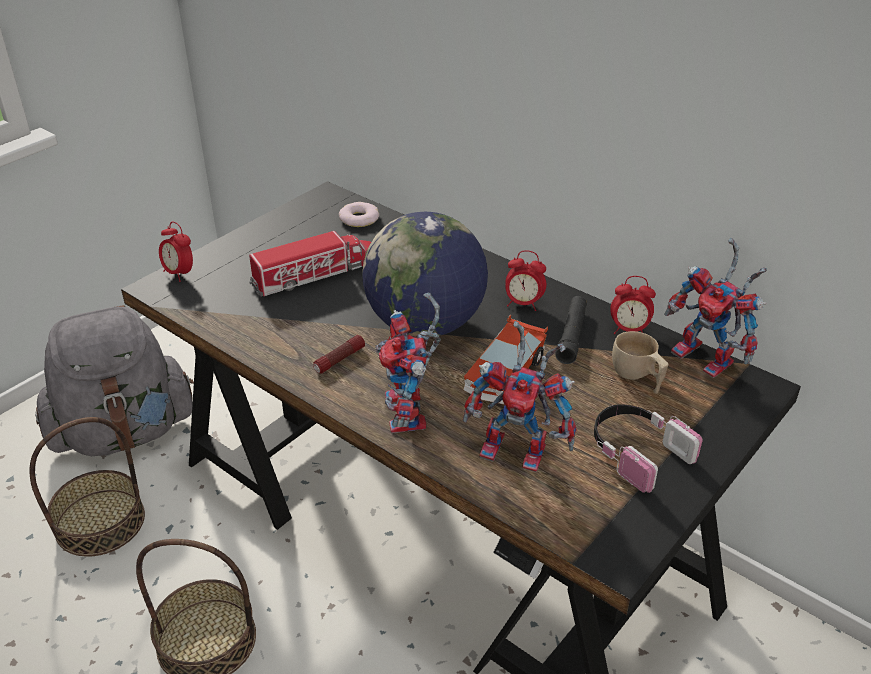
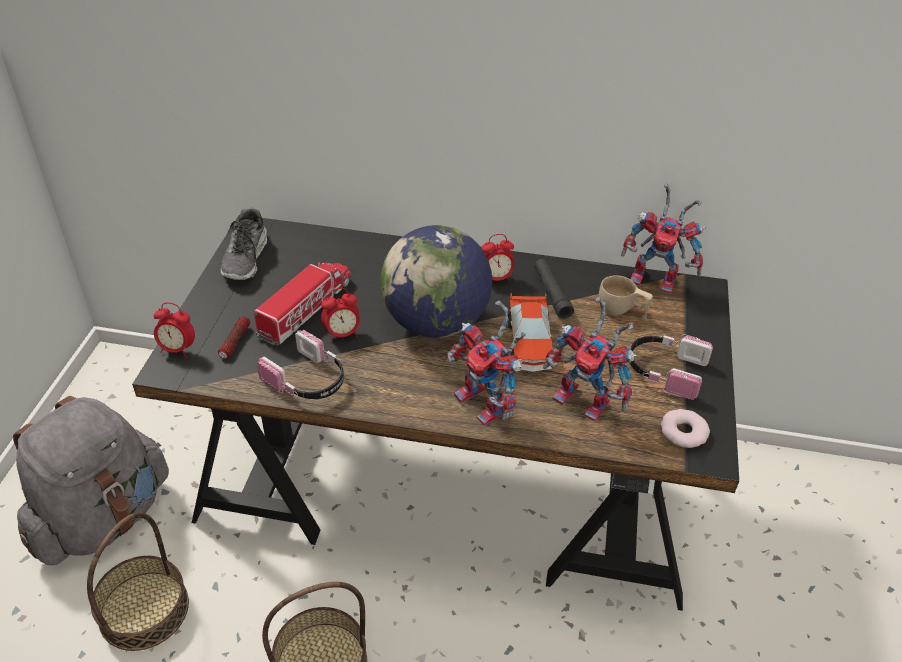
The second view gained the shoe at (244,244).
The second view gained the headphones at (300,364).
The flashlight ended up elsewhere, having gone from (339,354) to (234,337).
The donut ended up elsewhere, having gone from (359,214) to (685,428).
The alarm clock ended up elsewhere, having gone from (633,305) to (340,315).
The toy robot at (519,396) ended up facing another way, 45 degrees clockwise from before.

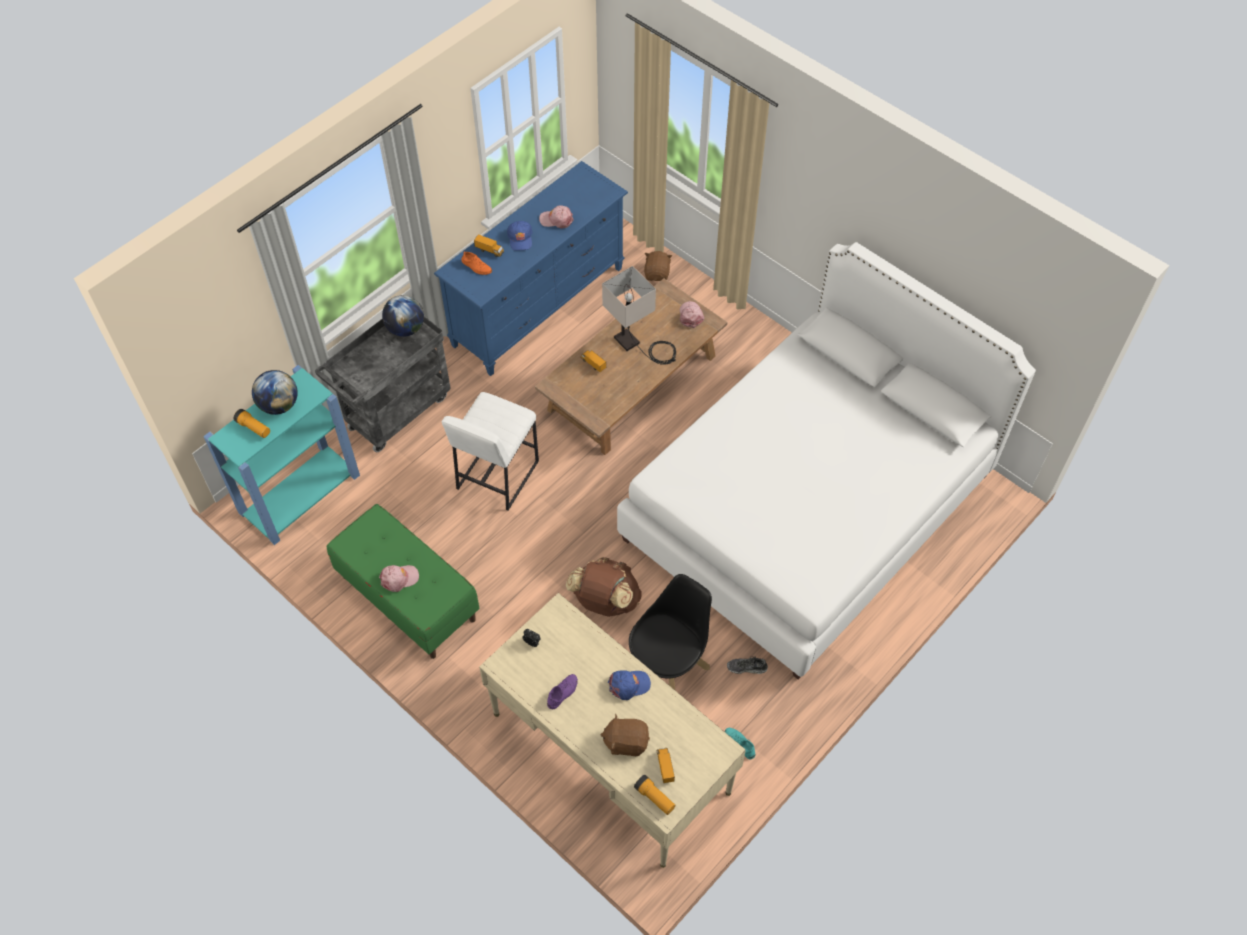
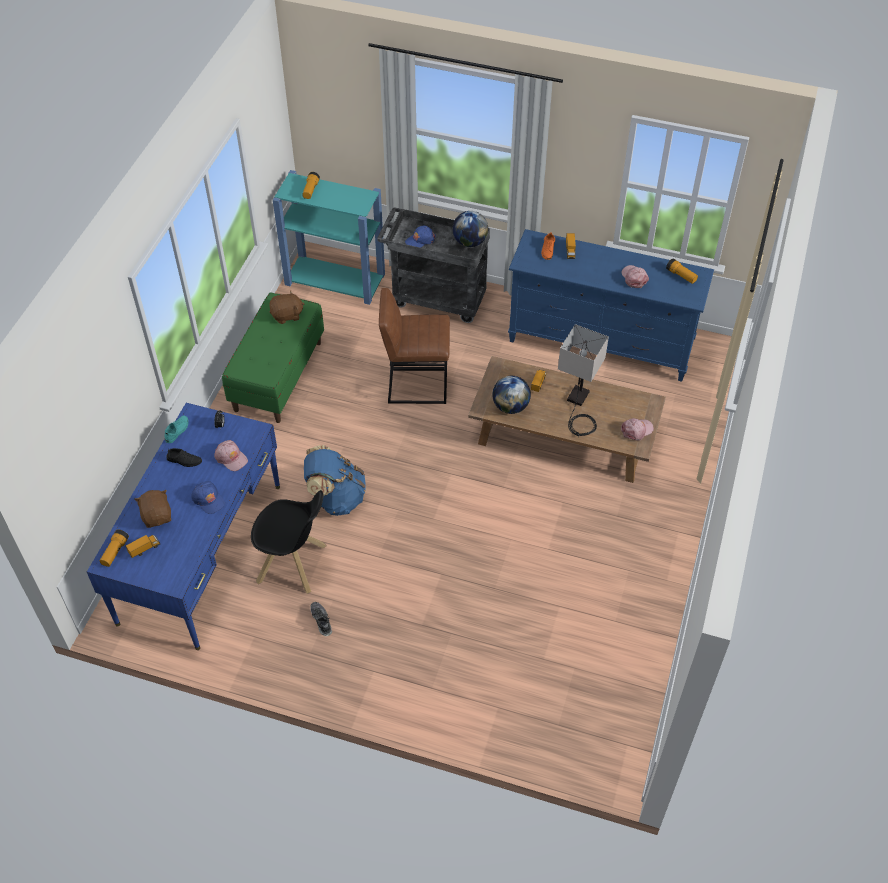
The second view lost the white bed at (826,461).
The second view gained the flashlight at (682,271).
The globe ended up elsewhere, having gone from (275,392) to (511,395).
The pink cap ended up elsewhere, having gone from (399,578) to (231,455).
The blue cap ended up elsewhere, having gone from (520,236) to (420,236).
The brown plush toy ended up elsewhere, having gone from (658,266) to (287,307).
The turquoise shoe ended up elsewhere, having gone from (740,743) to (177,429).
What was the white chair at (490,451) turned into the brown chair at (414,346).
What was the beige desk at (612,730) turned into the blue desk at (183,526).
What was the purple shoe at (562,691) turned into the black shoe at (184,457).
What was the brown backpack at (603,587) turned into the blue backpack at (335,480).

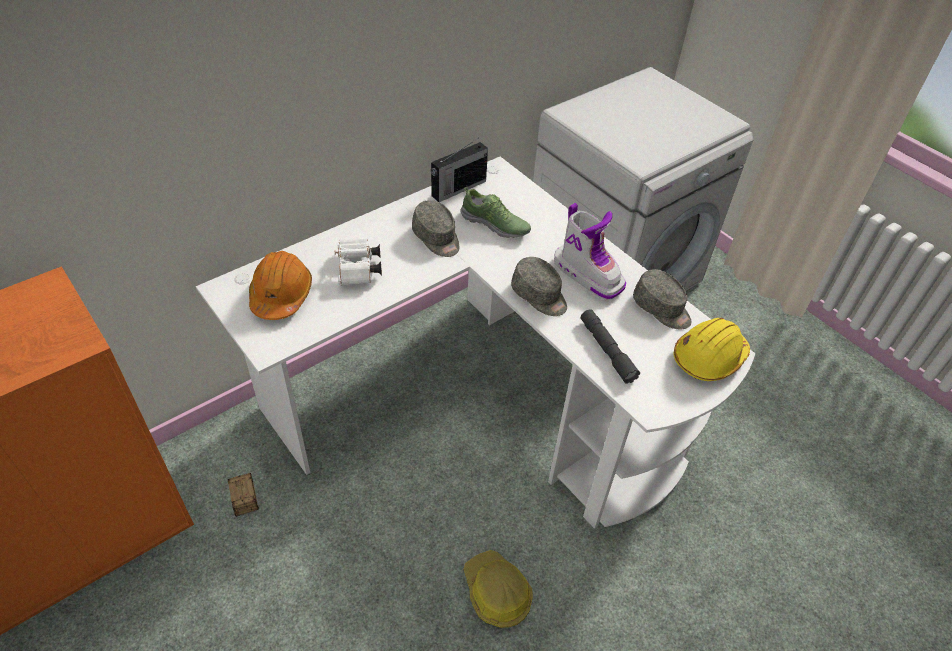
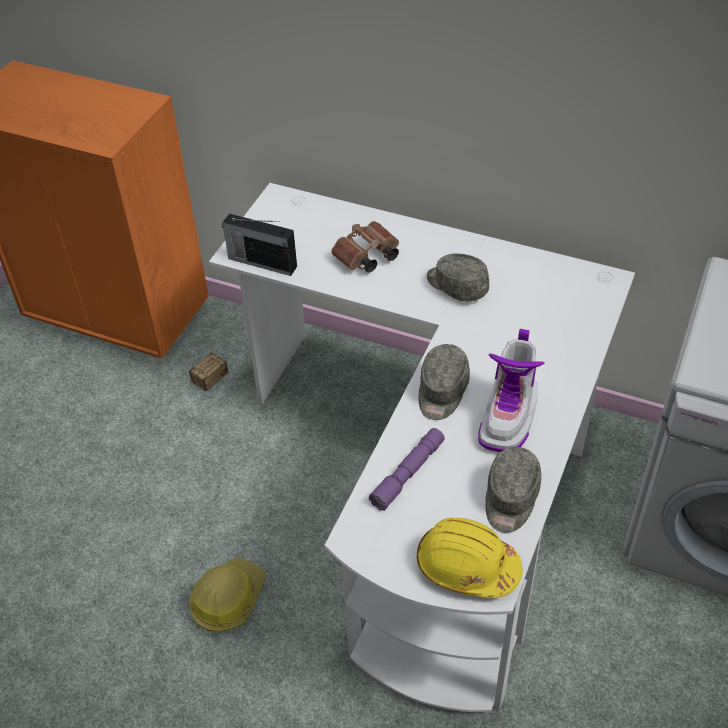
The second view lost the orange hard hat at (280,285).
The second view lost the shoe at (496,212).
The radio ended up elsewhere, having gone from (459,170) to (259,245).
What was the white binoculars at (358,262) turned into the brown binoculars at (365,247).
What was the grey flashlight at (610,346) turned into the purple flashlight at (407,469).
The grey cap at (436,228) ended up facing another way, 105 degrees clockwise from before.

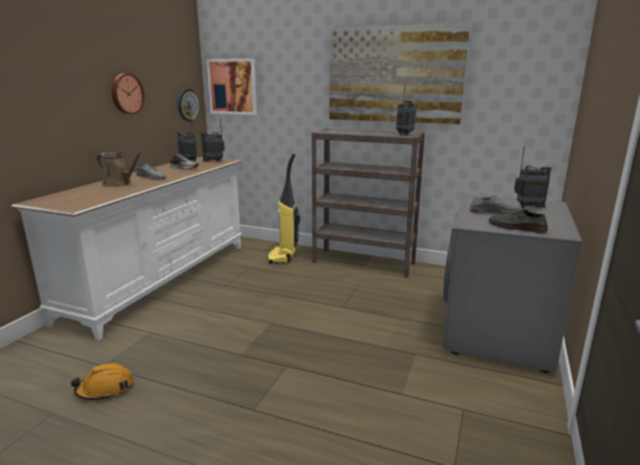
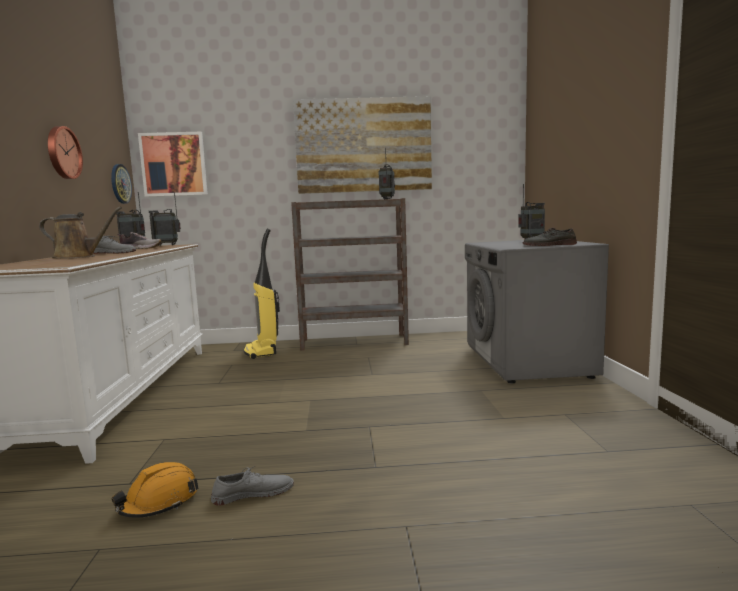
The grey shoe ended up elsewhere, having gone from (495,204) to (252,486).

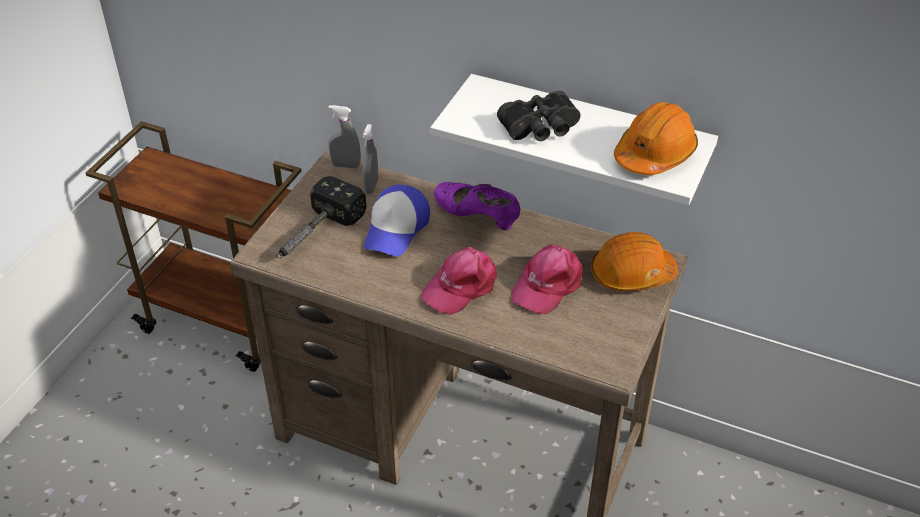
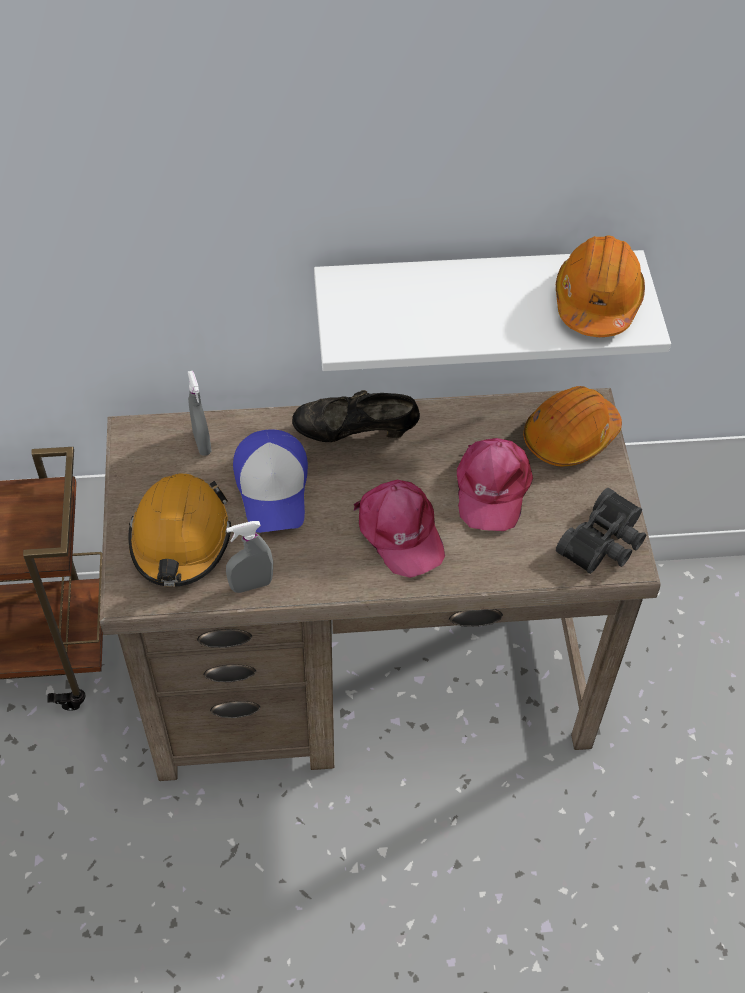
The grey spray bottle ended up elsewhere, having gone from (344,136) to (249,557).
The black binoculars ended up elsewhere, having gone from (538,116) to (601,531).
Where the hammer stood at (321,217), the orange hard hat came to stand at (179,530).
What was the purple shoe at (477,206) turned into the black shoe at (356,416).
The pink cap at (459,280) ended up facing another way, 45 degrees counterclockwise from before.

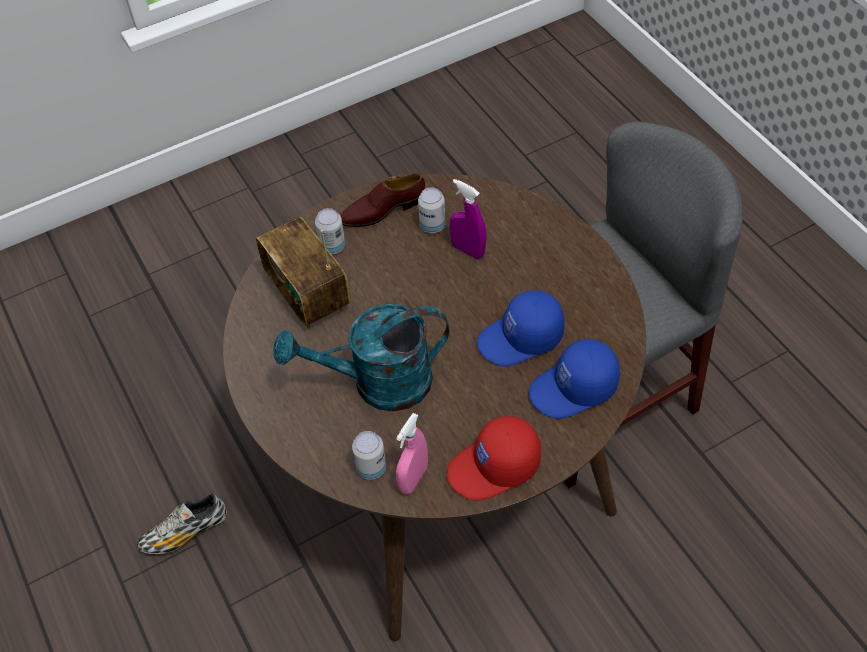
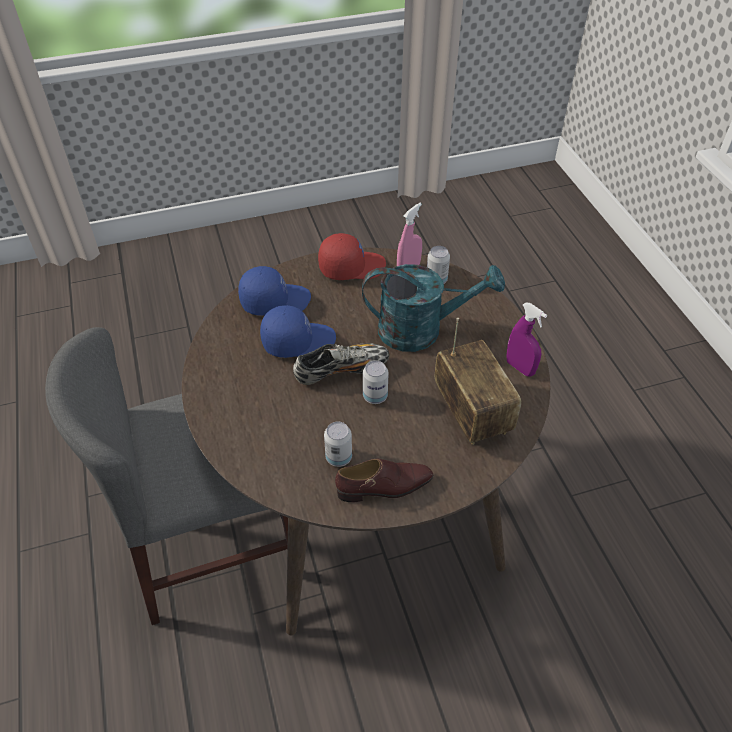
The shoe ended up elsewhere, having gone from (182,523) to (341,364).
The can ended up elsewhere, having gone from (330,231) to (376,382).
The purple spray bottle ended up elsewhere, having gone from (468,219) to (526,339).

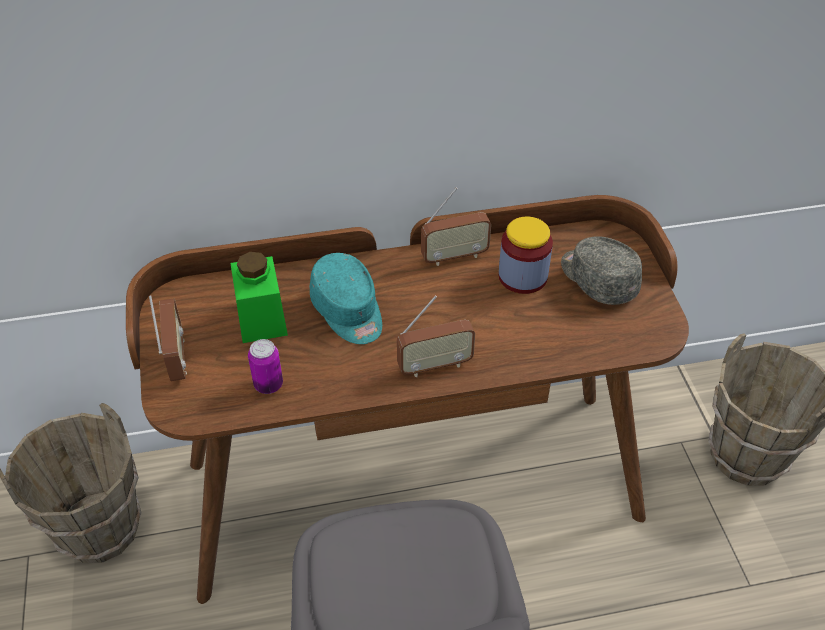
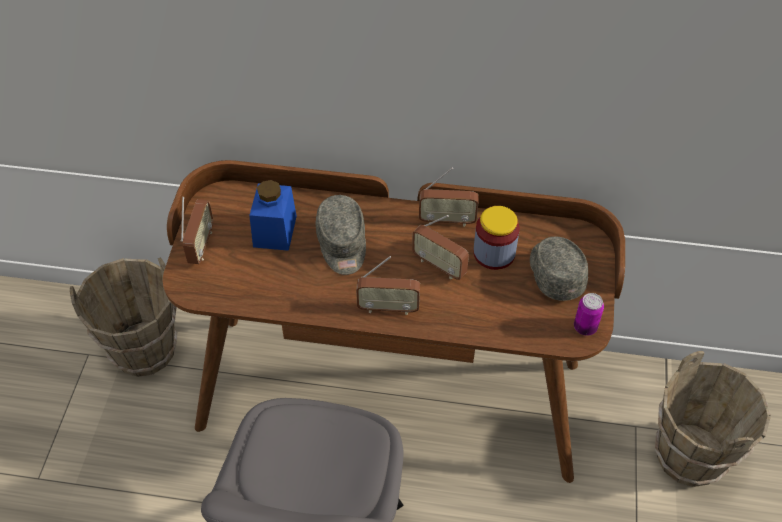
The second view gained the radio at (440,247).
The can ended up elsewhere, having gone from (265,366) to (589,314).
What was the green jar at (259,297) turned into the blue jar at (273,215).
What was the turquoise cap at (346,298) turned into the grey cap at (341,235).

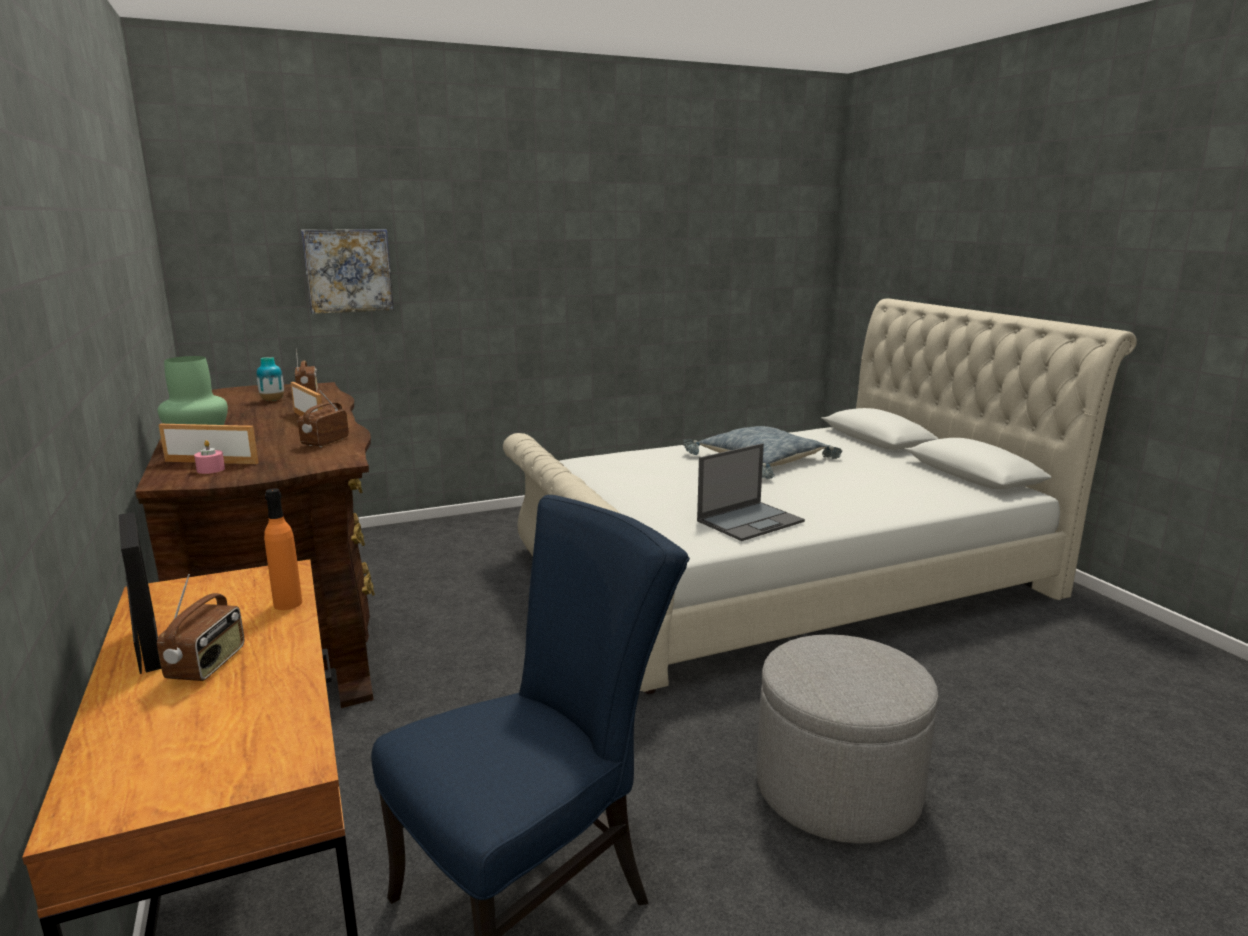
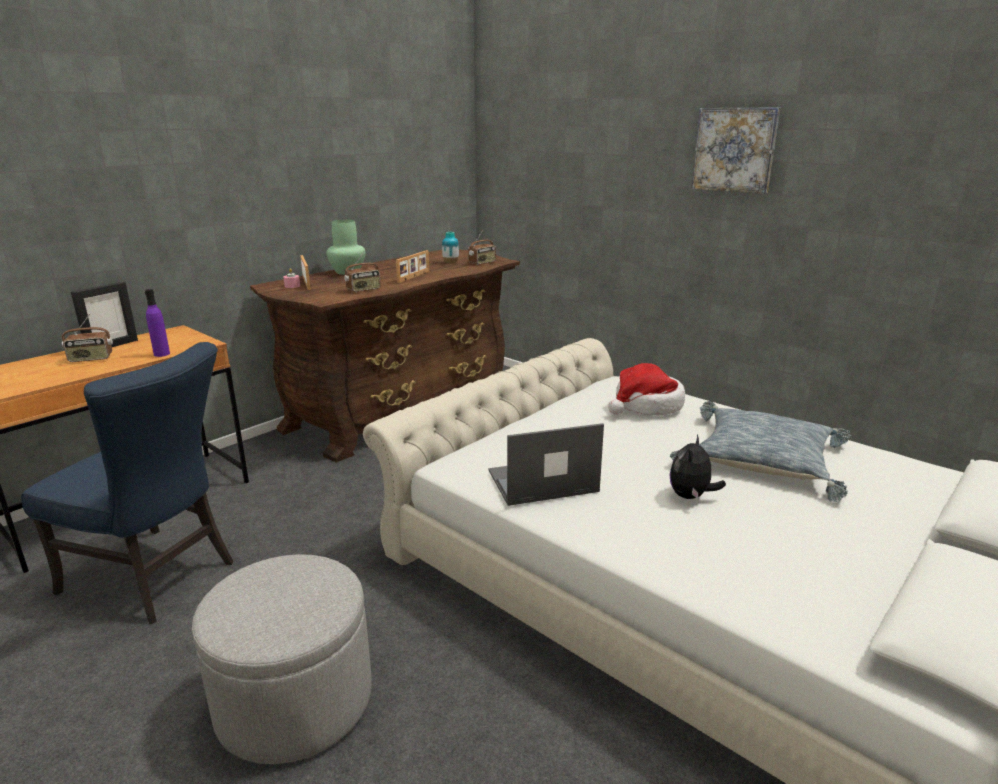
The second view gained the hat at (646,389).
The second view gained the plush toy at (698,466).
The picture ended up elsewhere, having gone from (347,271) to (736,150).
What was the orange bottle at (283,549) turned into the purple bottle at (157,323).
The radio at (323,418) ended up facing another way, 150 degrees clockwise from before.
The laptop at (751,492) ended up facing another way, 135 degrees clockwise from before.

